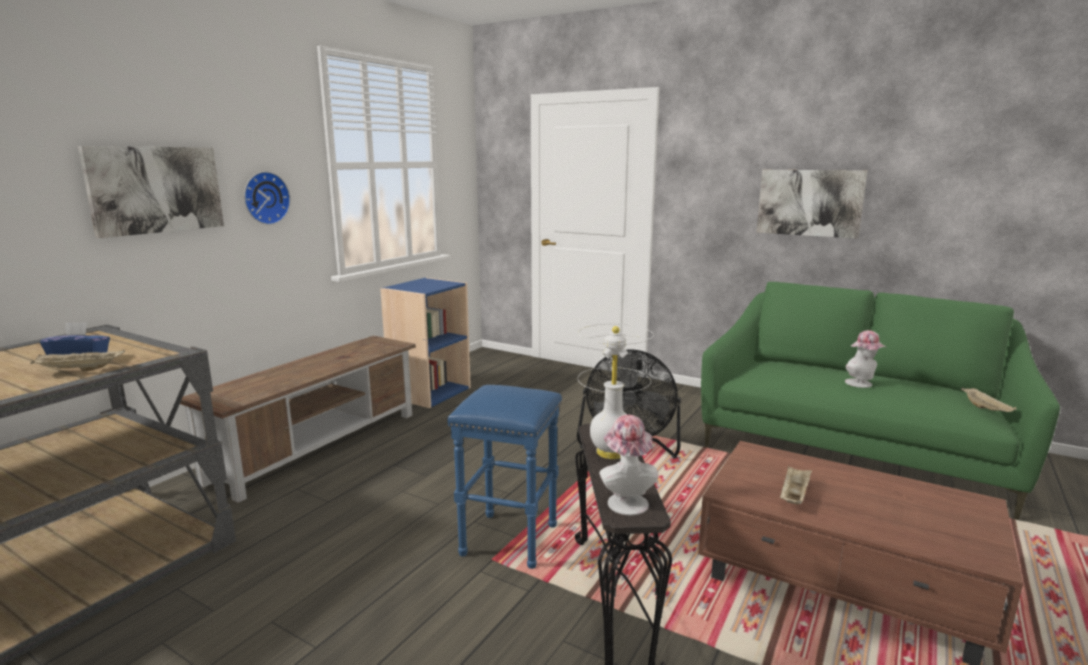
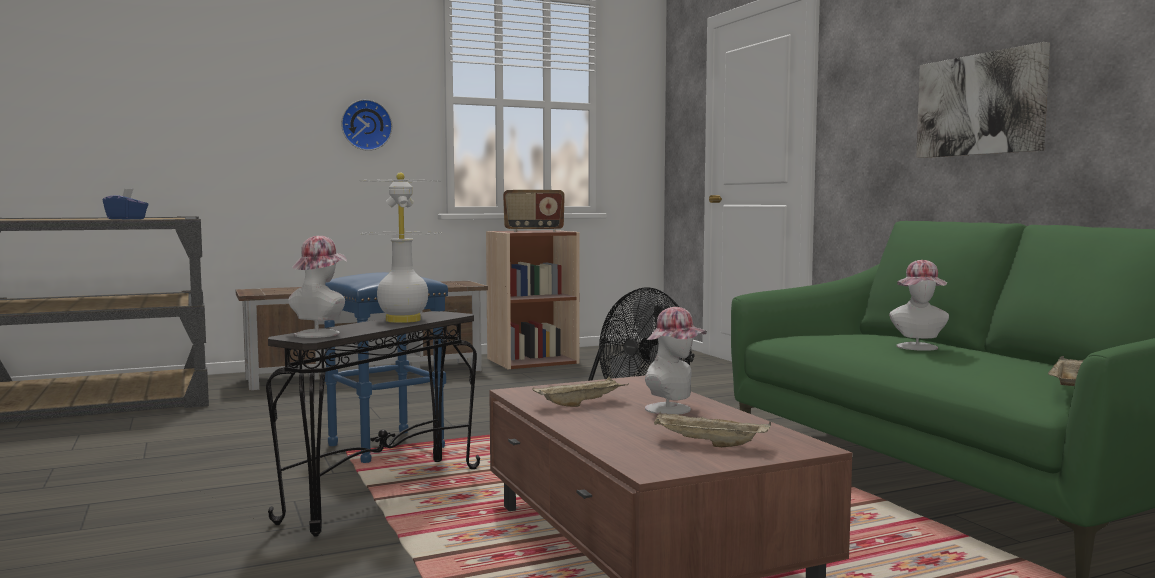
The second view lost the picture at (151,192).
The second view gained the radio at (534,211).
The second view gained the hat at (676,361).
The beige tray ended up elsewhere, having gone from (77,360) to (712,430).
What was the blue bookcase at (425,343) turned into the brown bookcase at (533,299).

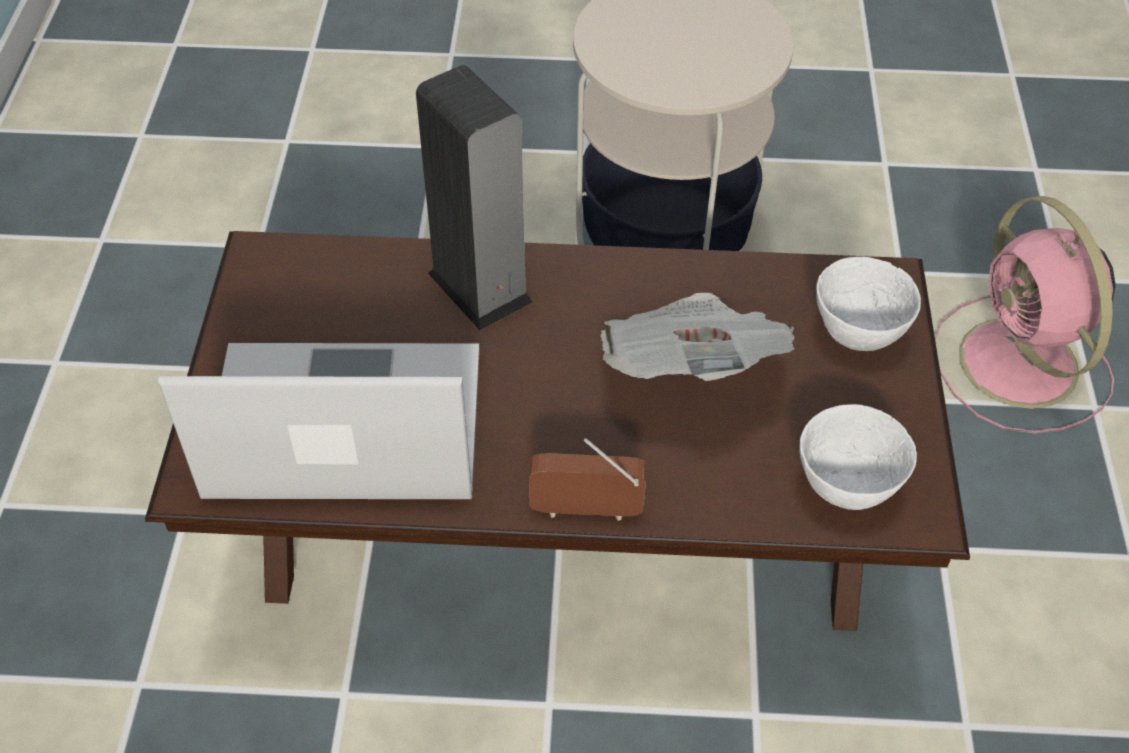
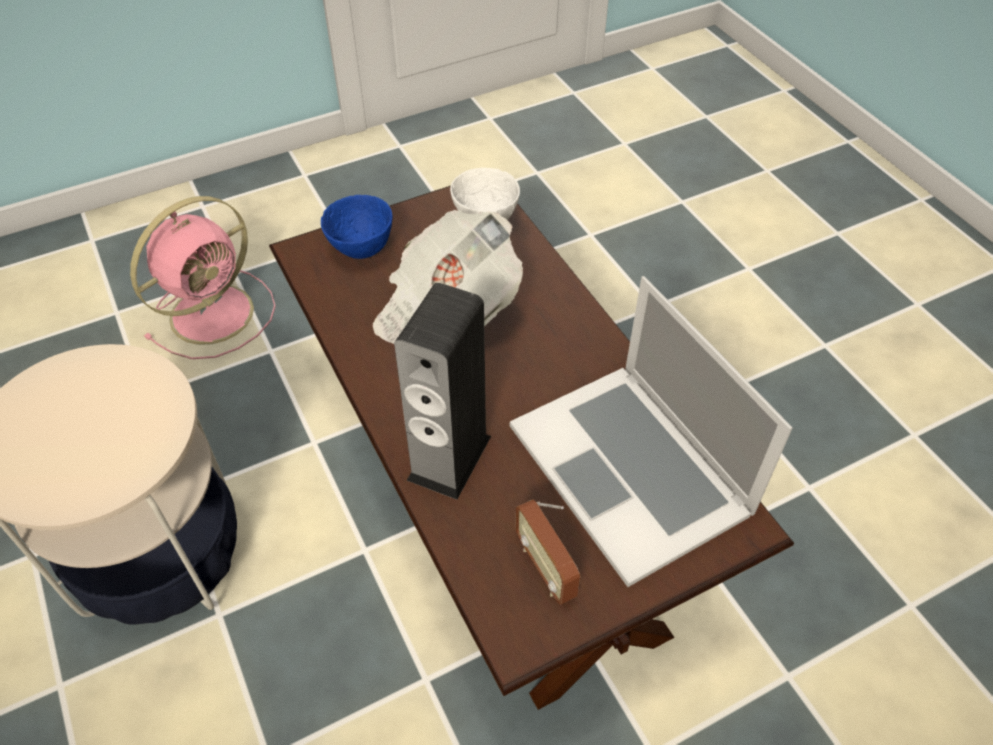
The radio ended up elsewhere, having gone from (587,479) to (547,552).
What was the white bowl at (868,304) turned into the blue bowl at (357,227).

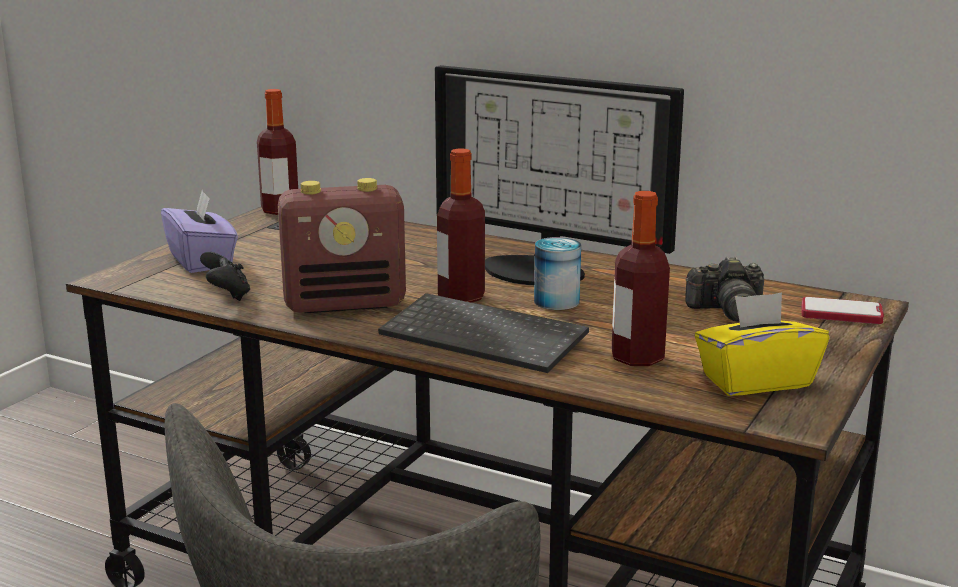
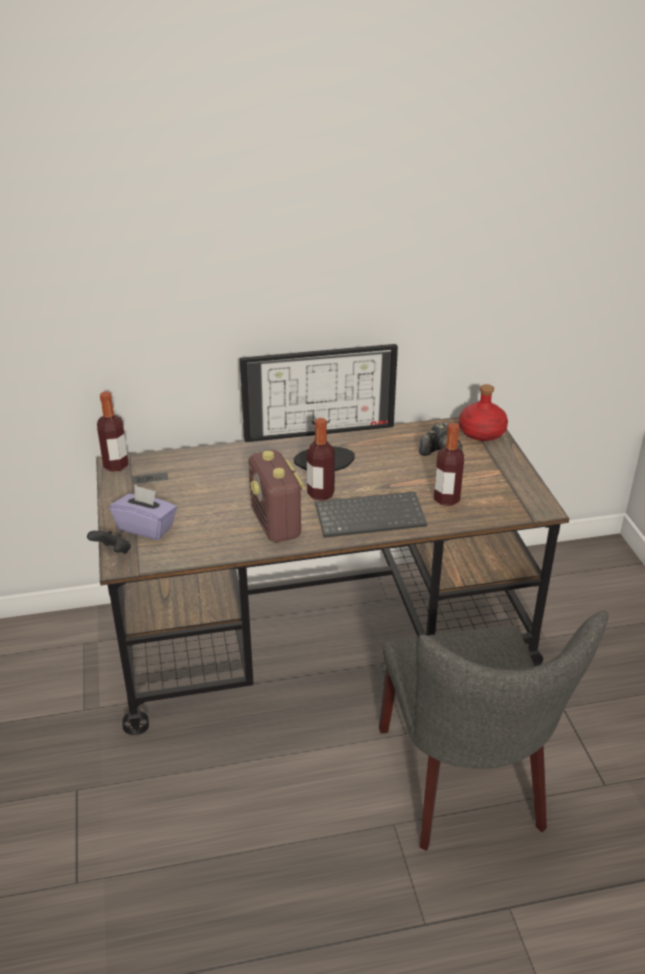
The second view lost the can at (557,273).
The second view lost the yellow tissue box at (762,344).
The black game controller ended up elsewhere, having gone from (225,276) to (109,542).
Where the phone stood at (843,310), the red bottle came to stand at (483,412).
The radio at (342,246) ended up facing another way, 120 degrees clockwise from before.

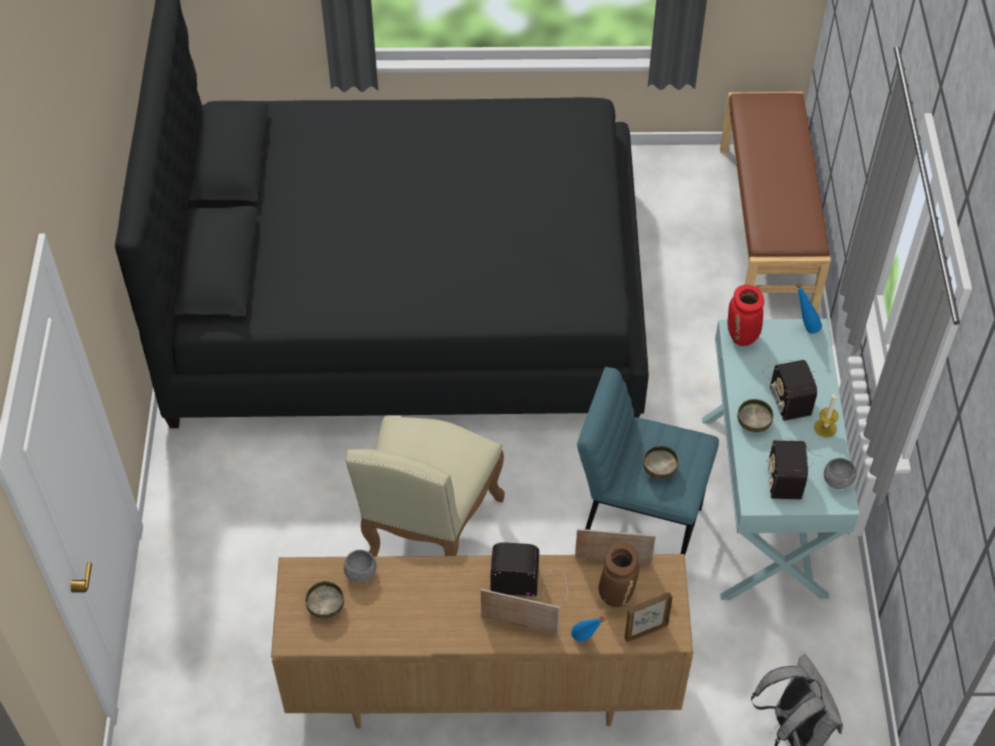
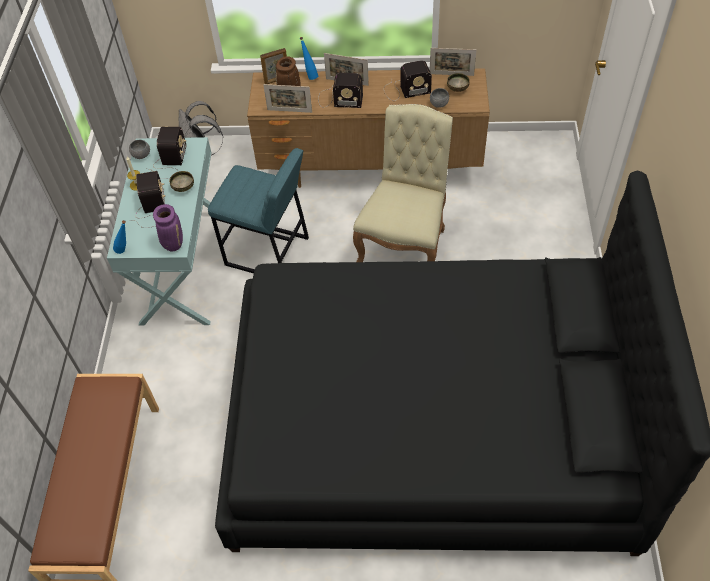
The second view lost the bowl at (661,462).
The second view gained the radio at (408,80).
The second view gained the picture frame at (453,62).
What was the red vase at (746,315) turned into the purple vase at (168,227).

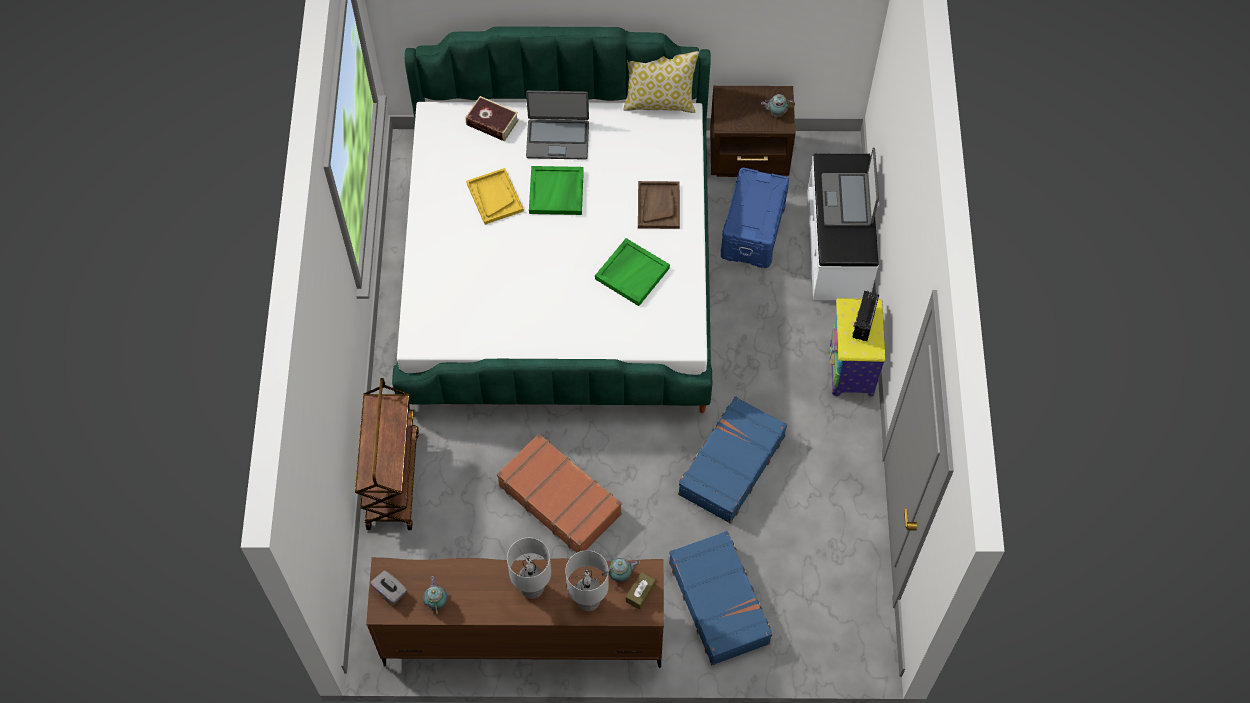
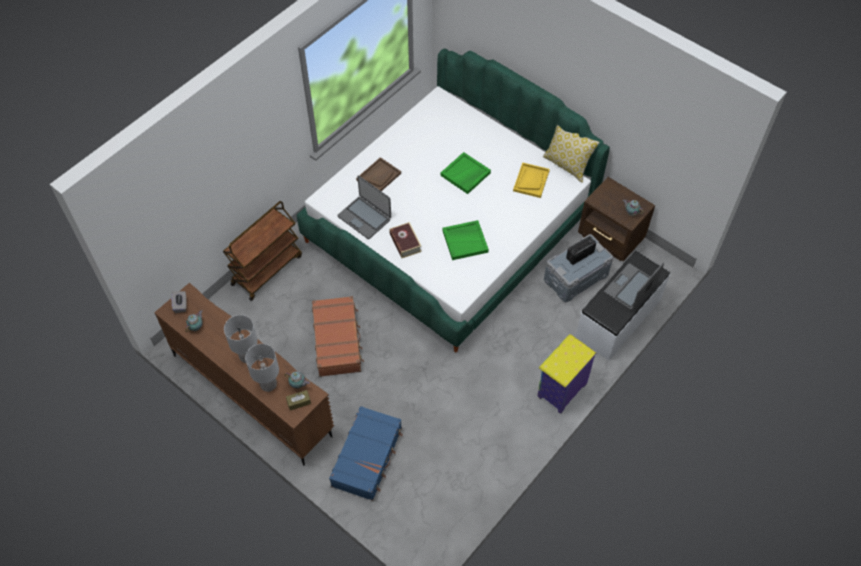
The second view lost the blue suitcase at (732,460).
The book ended up elsewhere, having gone from (492,119) to (405,240).
The yellow tray ended up elsewhere, having gone from (495,196) to (531,180).
The laptop ended up elsewhere, having gone from (557,125) to (364,207).
The brown tray ended up elsewhere, having gone from (659,205) to (378,174).
The radio ended up elsewhere, having gone from (865,316) to (581,250).
What was the blue storage box at (755,218) turned into the grey storage box at (578,268).

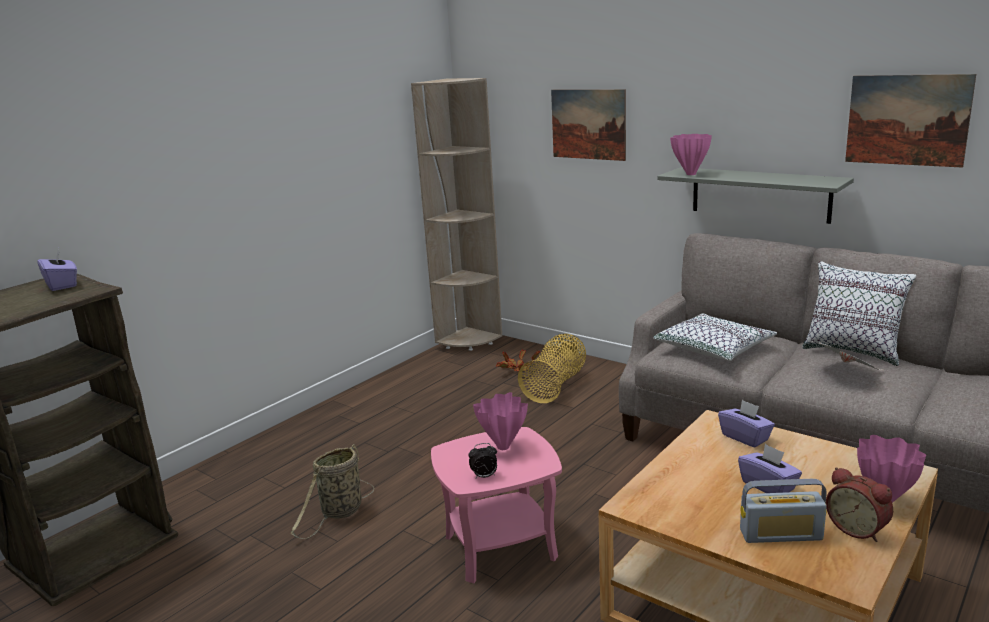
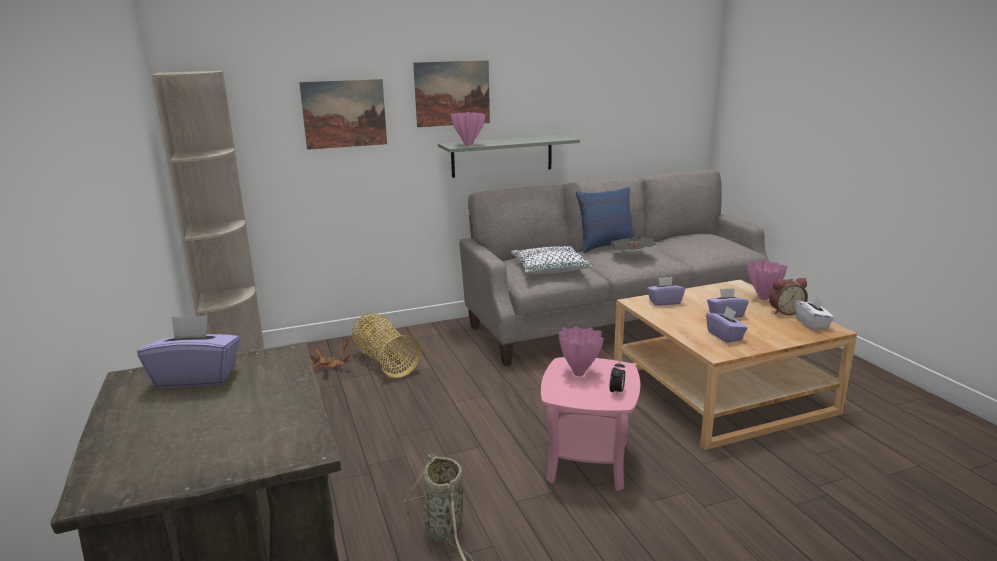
The second view lost the radio at (783,511).
The second view gained the purple tissue box at (727,325).
The second view gained the white tissue box at (814,312).
The picture ended up elsewhere, having gone from (910,121) to (451,93).
What was the white pillow at (859,313) turned into the blue pillow at (605,220).

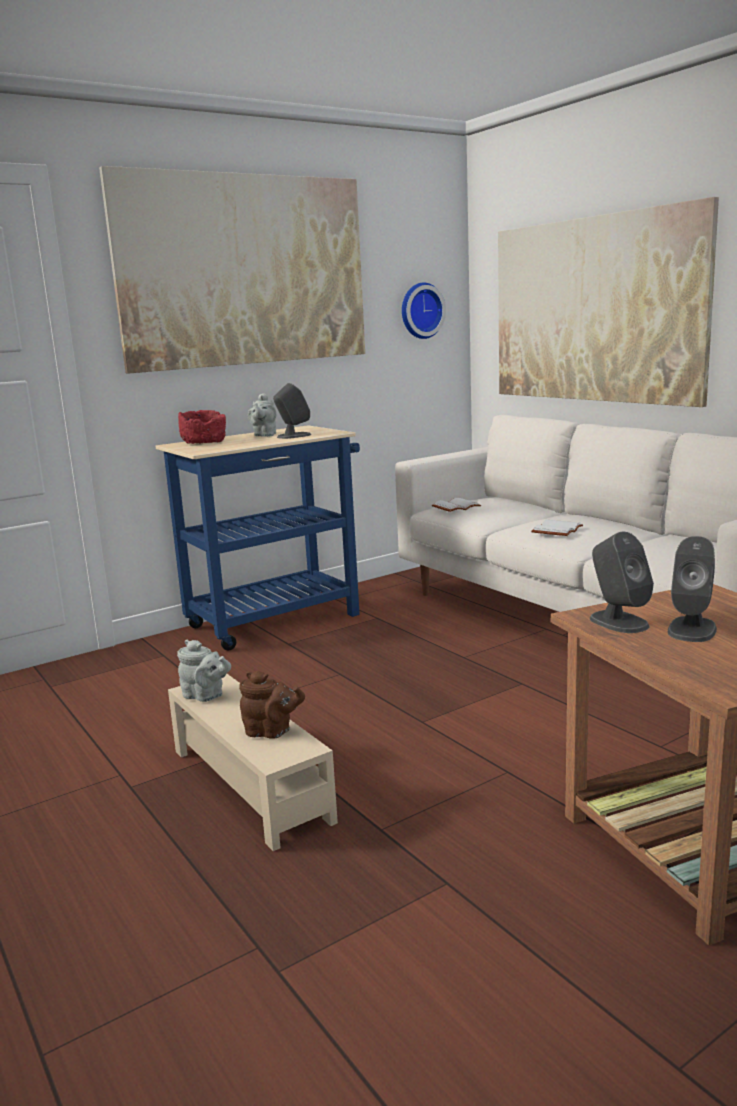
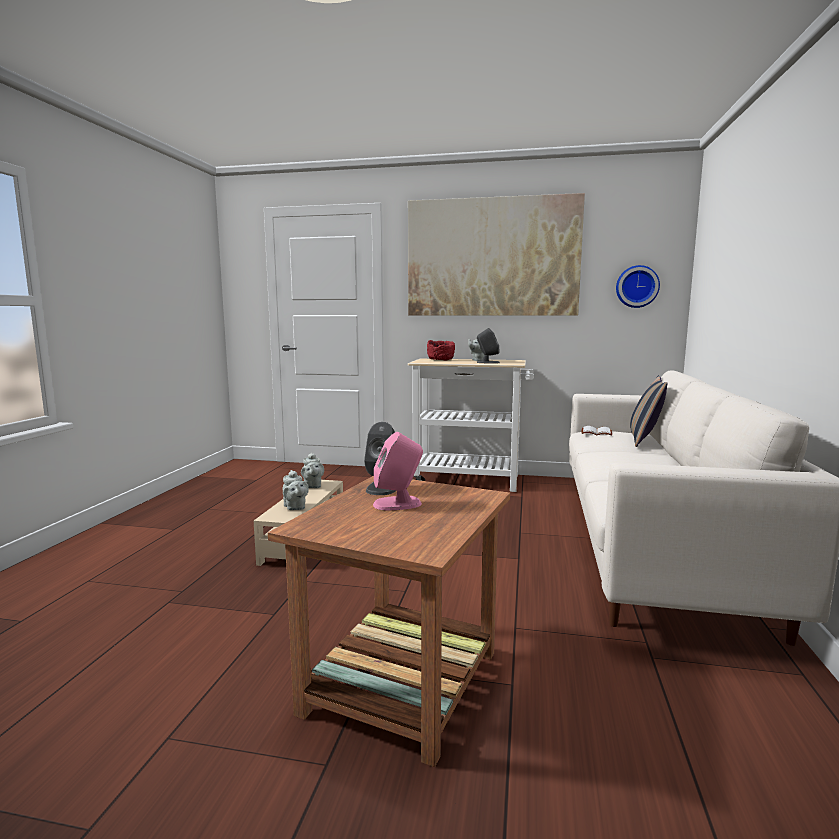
The second view lost the picture at (608,302).
The second view lost the white book at (557,528).
The second view gained the pillow at (648,411).
What was the blue cart at (257,538) turned into the white cart at (471,425).
What was the brown teapot at (272,705) turned into the grey teapot at (296,490).
What was the grey speaker at (692,589) turned into the pink speaker at (398,471).

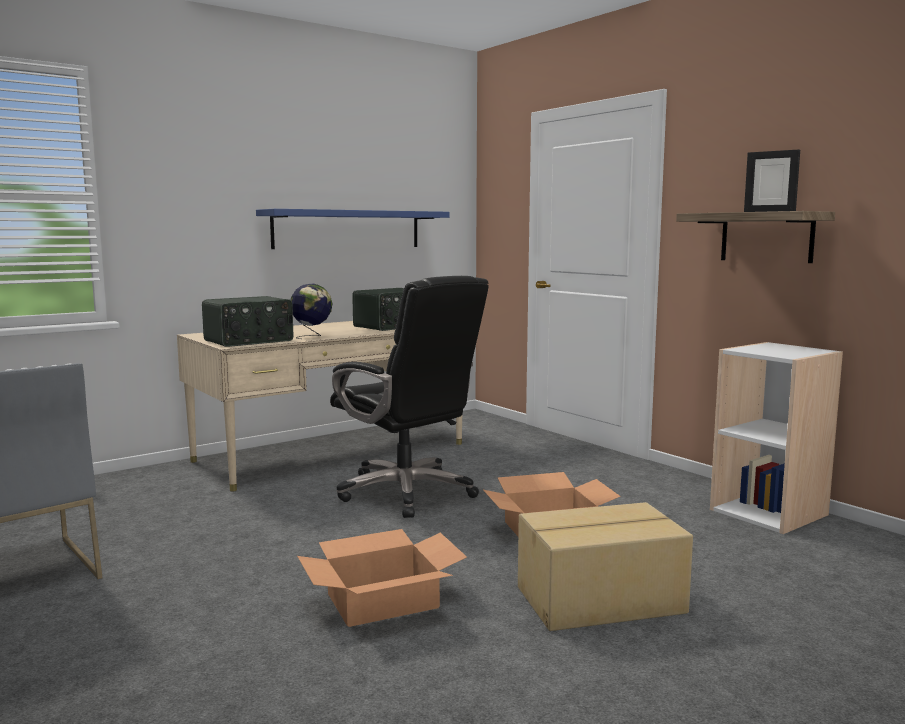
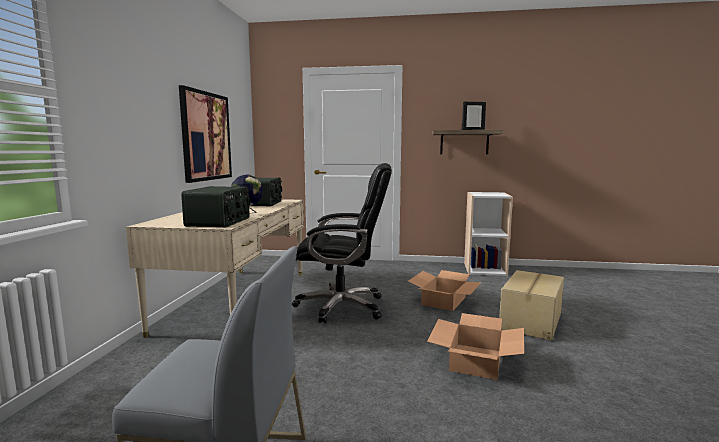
Where the blue shelf hung at (353,229), the picture came to hang at (205,134).

